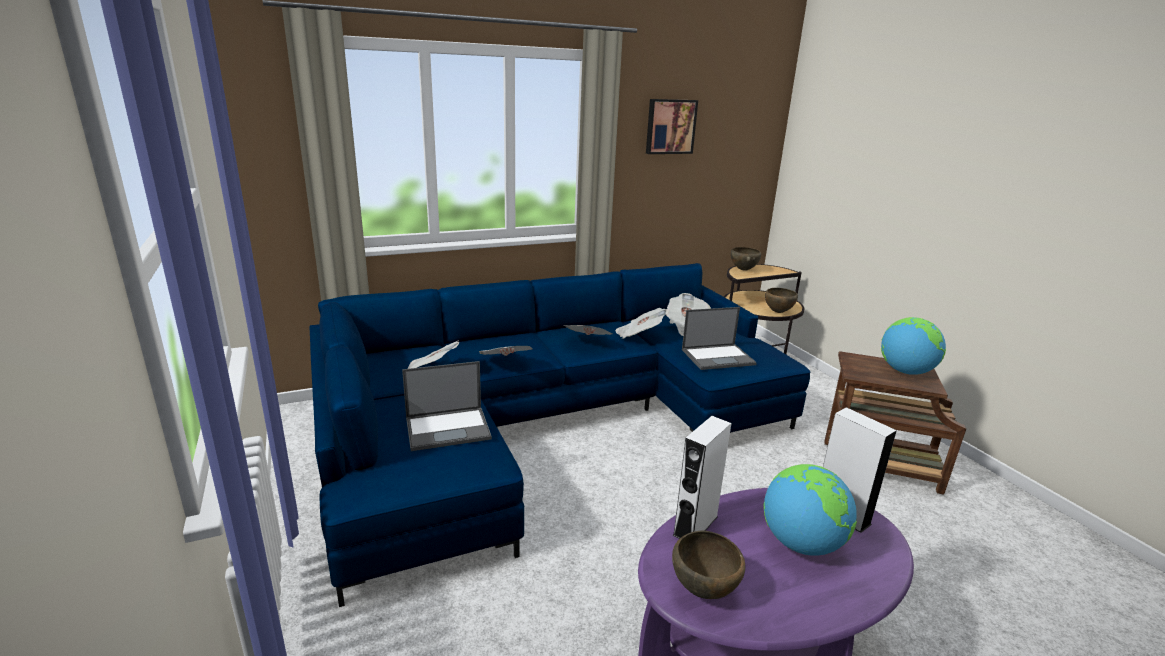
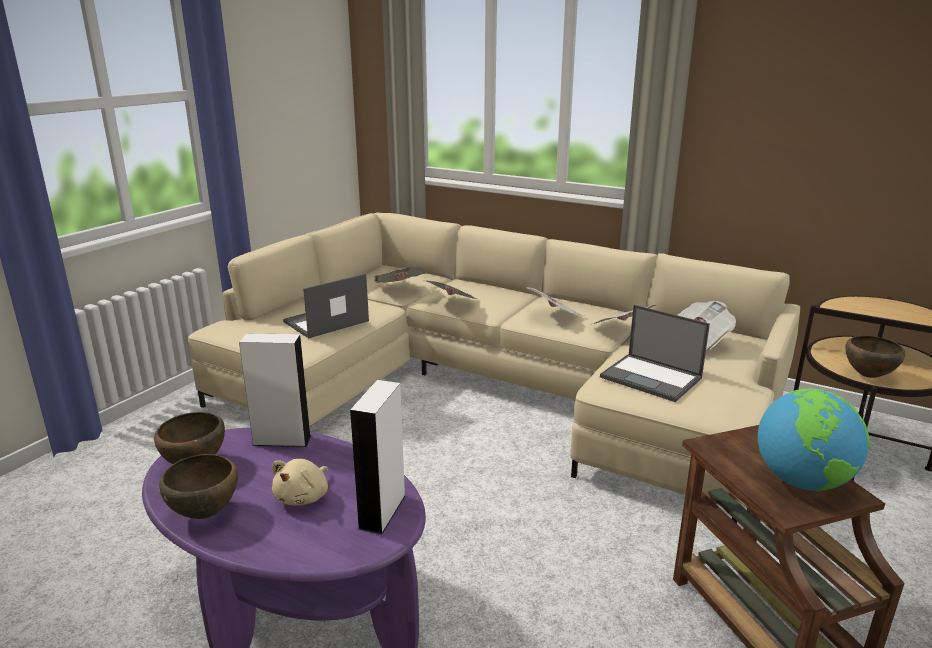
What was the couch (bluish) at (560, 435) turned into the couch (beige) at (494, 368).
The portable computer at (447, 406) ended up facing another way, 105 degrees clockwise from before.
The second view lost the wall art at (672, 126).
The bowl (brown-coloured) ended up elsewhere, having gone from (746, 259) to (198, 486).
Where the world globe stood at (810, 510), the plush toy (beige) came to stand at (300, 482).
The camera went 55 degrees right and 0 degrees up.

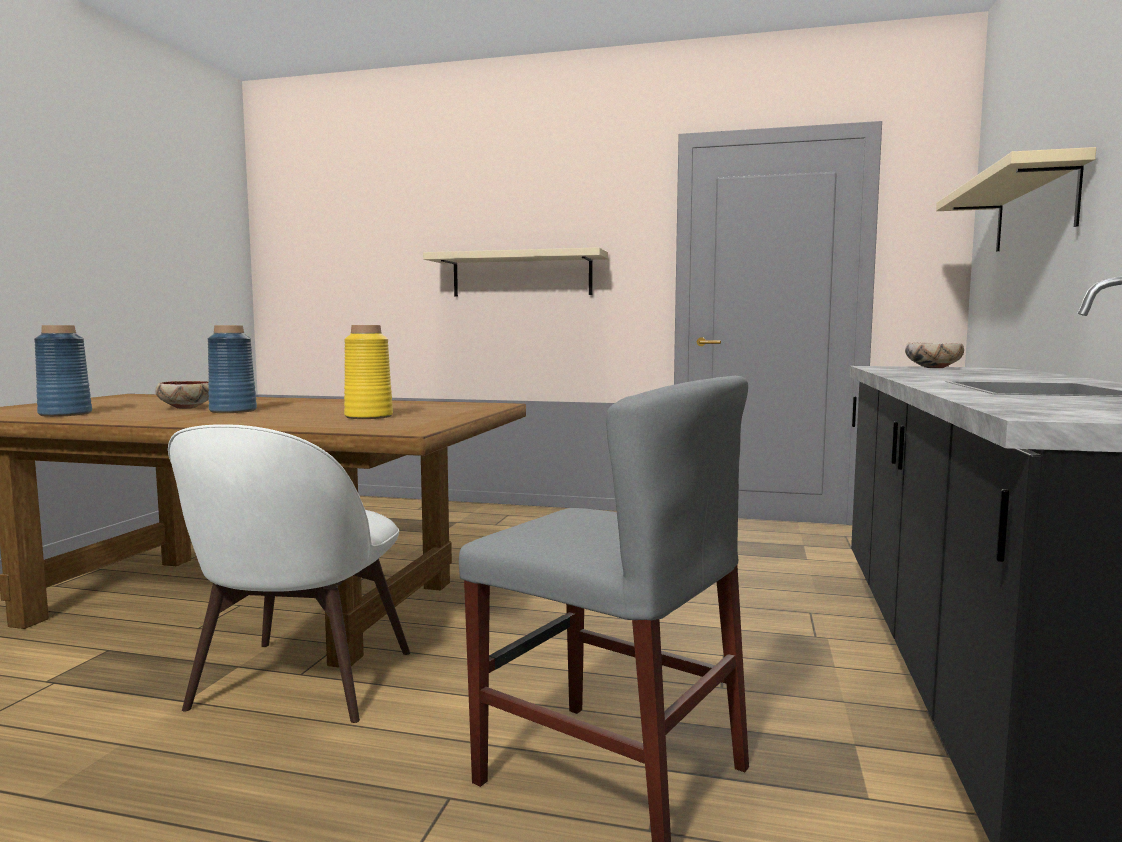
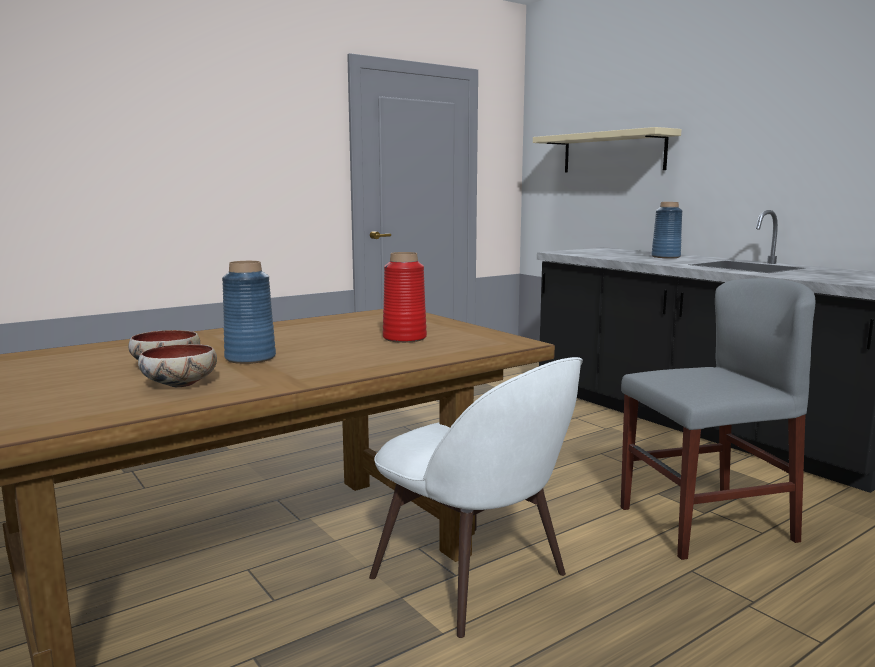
The decorative vase (bluish) ended up elsewhere, having gone from (63, 371) to (666, 230).
What was the decorative vase (yellow-coloured) at (368, 372) turned into the decorative vase (reddish) at (405, 297).
The second view lost the bracket shelf (beige) at (515, 272).
The bowl ended up elsewhere, having gone from (934, 355) to (177, 365).
The camera went 50 degrees left and 5 degrees up.

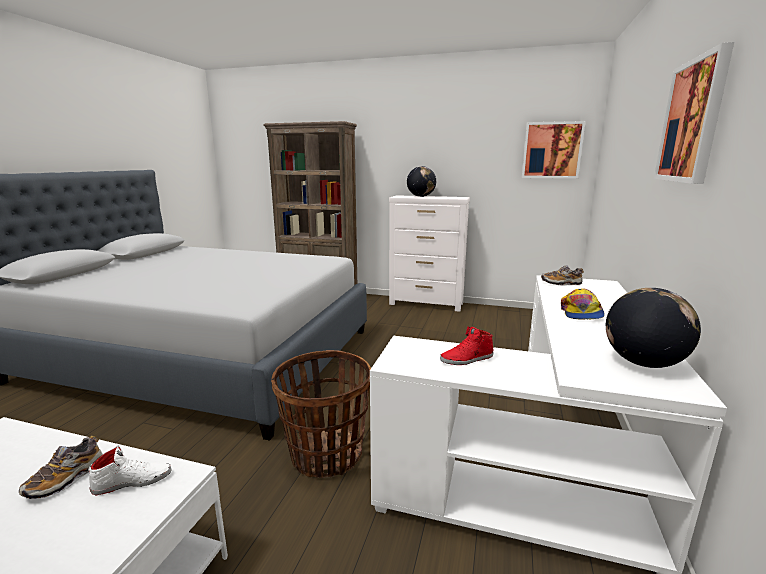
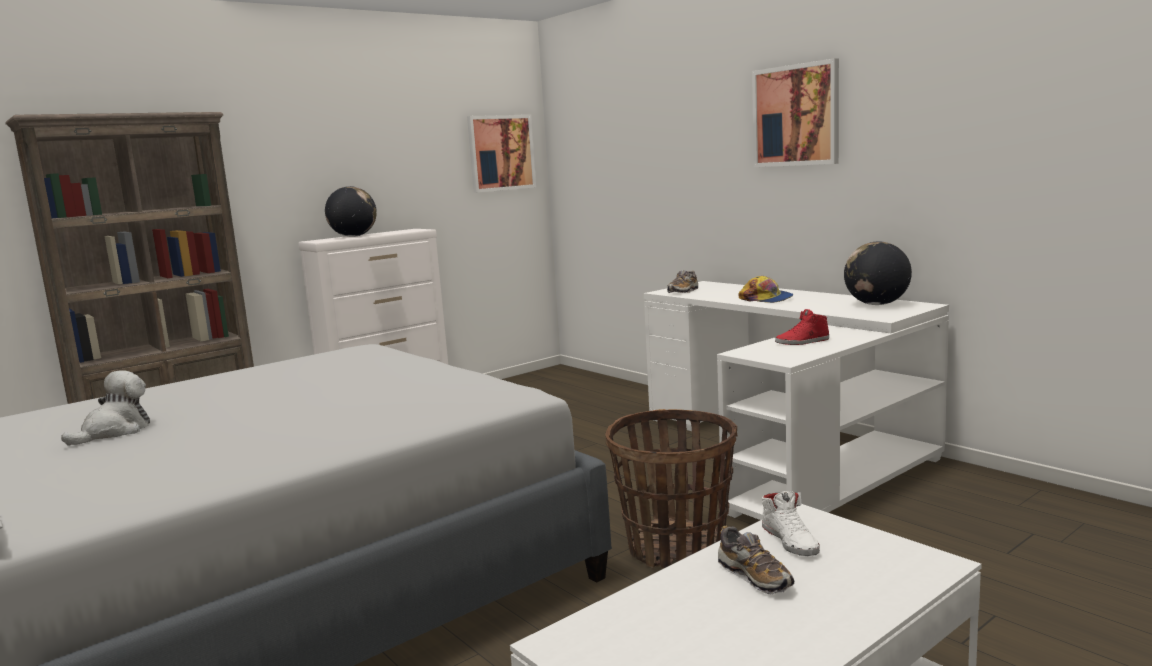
The low shoe (whitish) at (130, 470) ended up facing another way, 150 degrees clockwise from before.
The low shoe (reddish) at (466, 346) ended up facing another way, 60 degrees clockwise from before.
The second view gained the plush toy at (105, 408).
The camera went 55 degrees left and 5 degrees down.

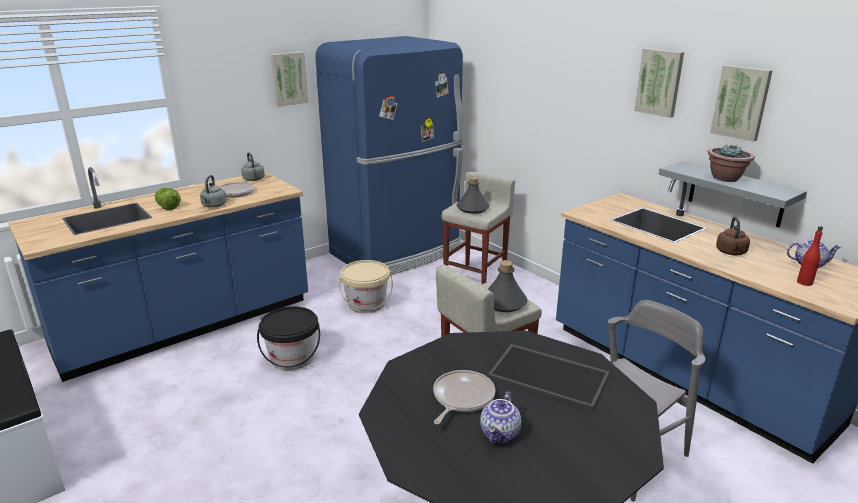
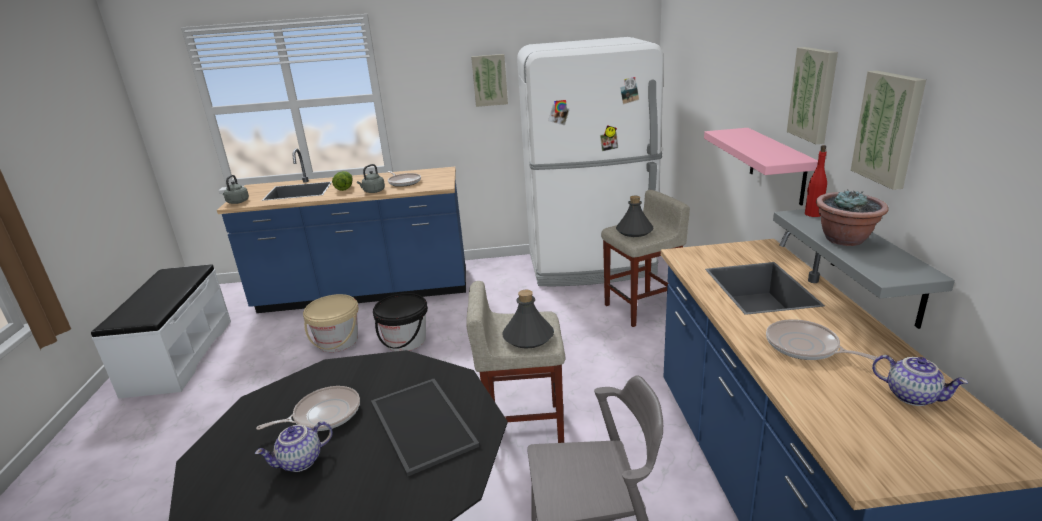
The kettle (grey) ended up elsewhere, having gone from (253, 166) to (236, 189).
What was the kitchen fridge (bluish) at (389, 155) turned into the kitchen fridge (whitish) at (590, 161).
The water bucket (beige) ended up elsewhere, having gone from (366, 286) to (331, 323).
Where the kettle (brown-coloured) stood at (733, 236), the pan came to stand at (822, 339).
The drink bottle (reddish) ended up elsewhere, having gone from (810, 256) to (816, 181).
The second view gained the bracket shelf (pinkish) at (761, 167).
The camera went 35 degrees right and 0 degrees up.

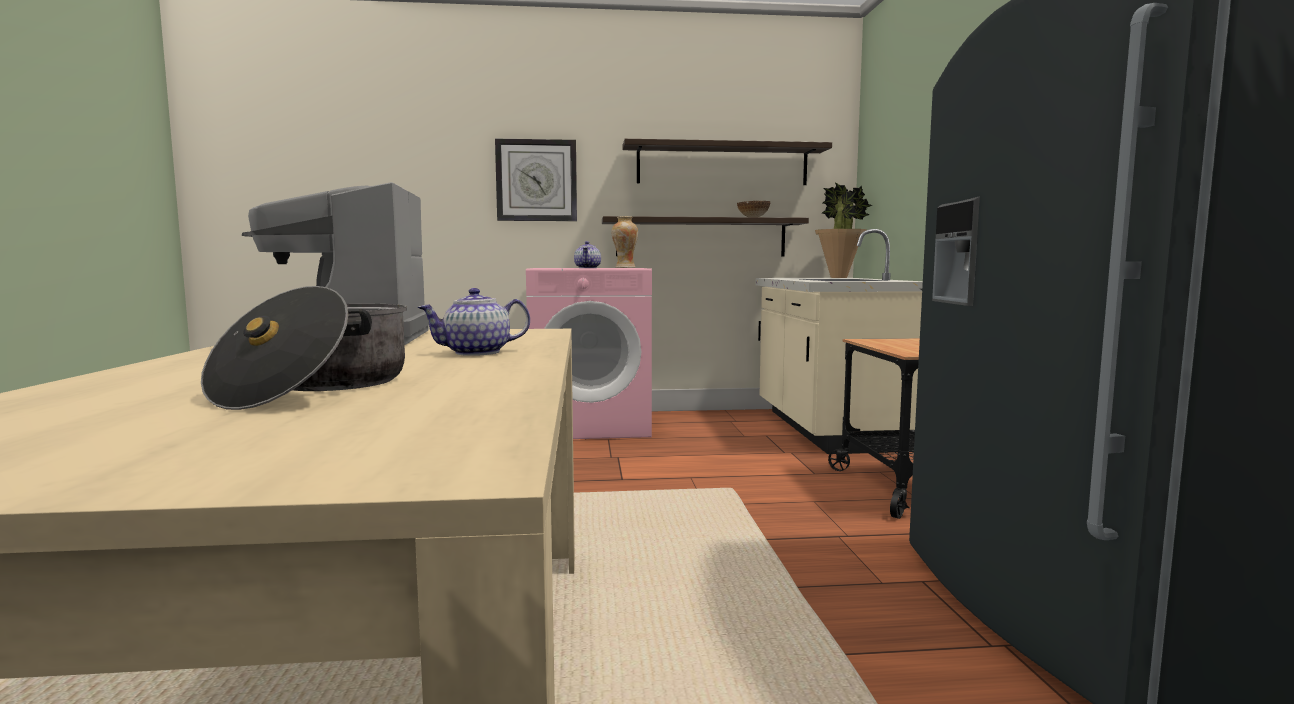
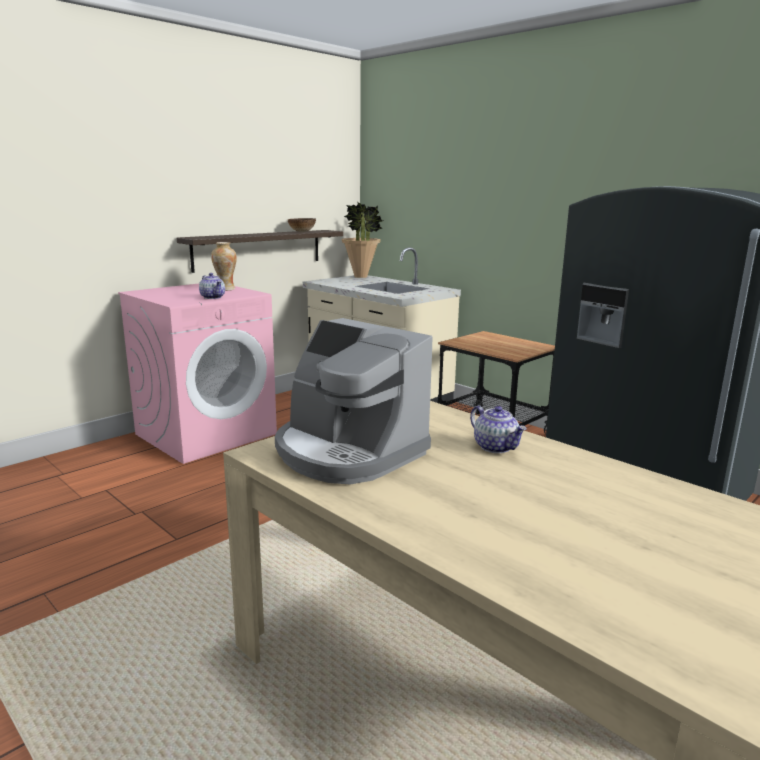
The second view lost the stockpot at (304, 348).
The teapot at (474, 322) ended up facing another way, 60 degrees counterclockwise from before.
The second view lost the clock on the wall at (536, 179).
The second view lost the bracket shelf at (727, 162).
The camera went 40 degrees left and 10 degrees up.

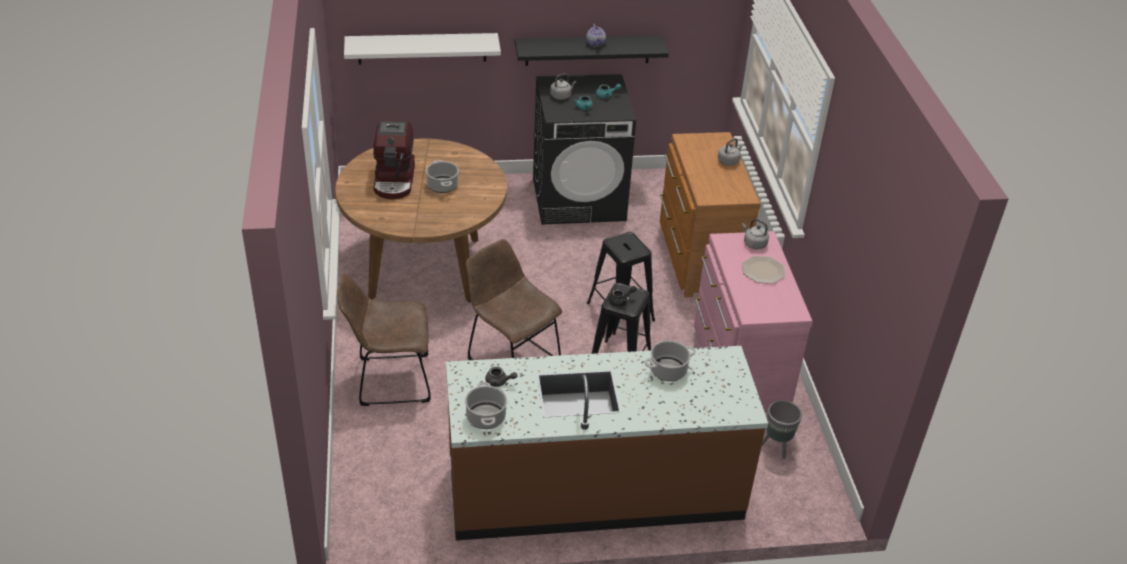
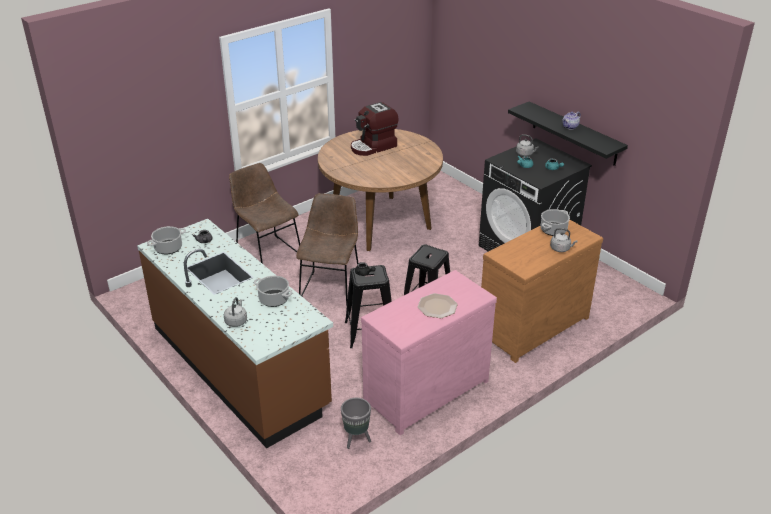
The second view lost the bracket shelf (whitish) at (422, 48).
The stockpot ended up elsewhere, having gone from (442, 176) to (555, 222).
The kettle (grey) ended up elsewhere, having gone from (755, 234) to (235, 312).
The camera went 60 degrees right and 5 degrees down.

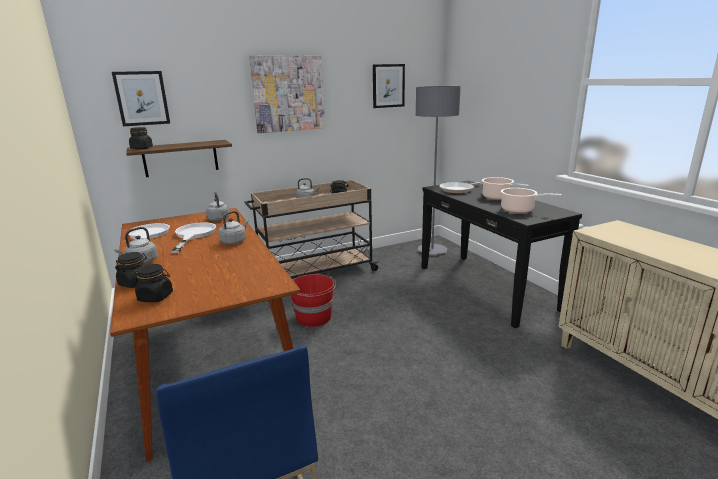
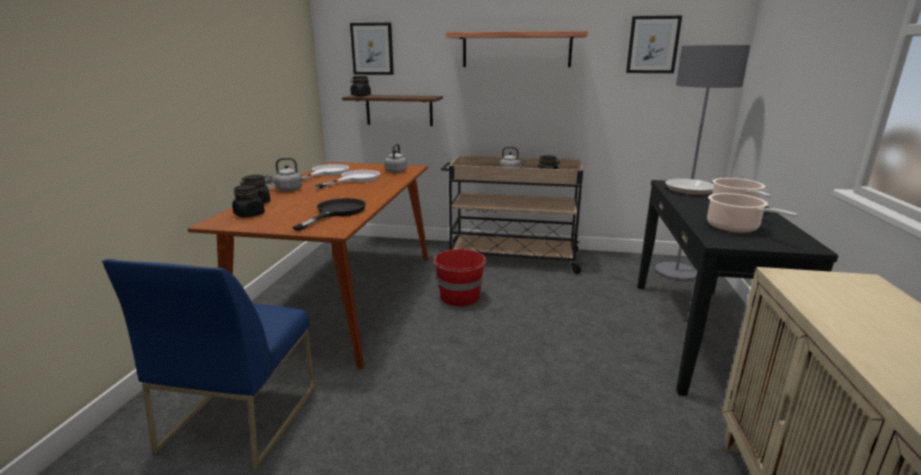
The second view lost the kettle (grey) at (233, 227).
Where the wall art hung at (287, 94), the bracket shelf came to hang at (517, 49).
The second view gained the pan (blackish) at (329, 214).
The camera went 35 degrees right and 0 degrees up.

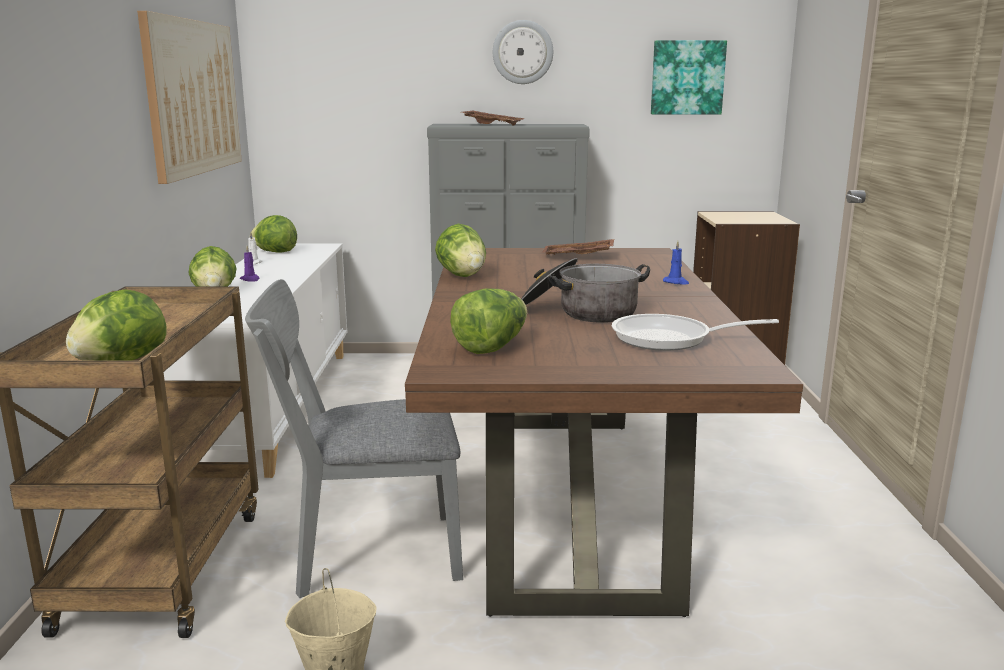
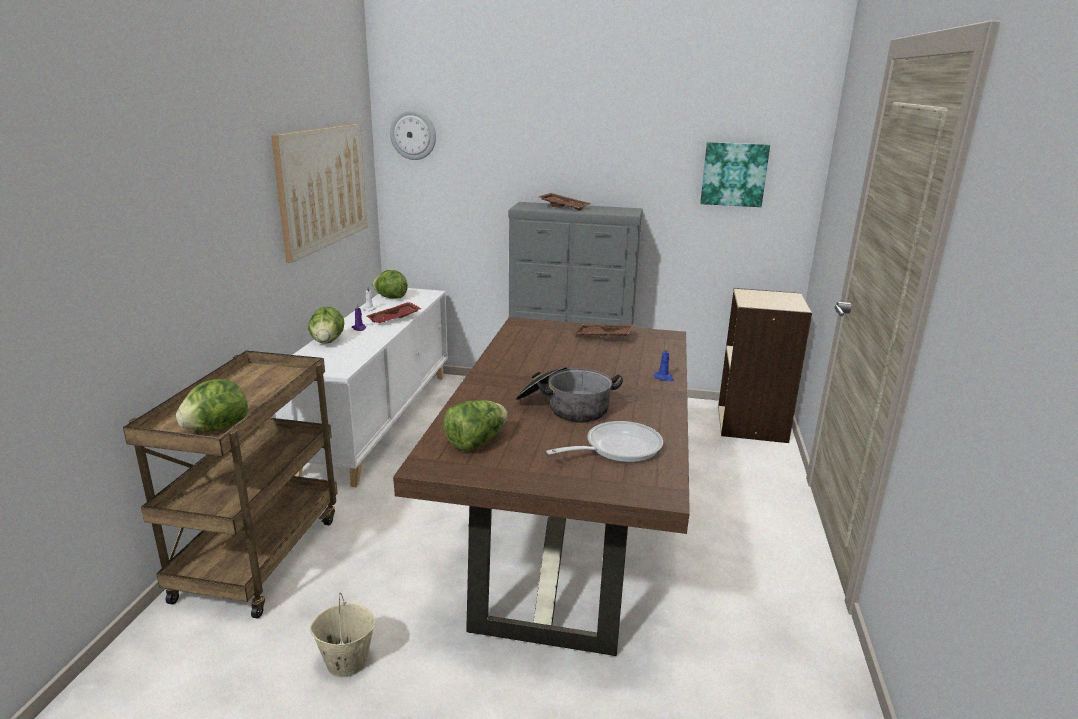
The second view lost the chair (grey) at (354, 438).
The second view lost the head of lettuce at (460, 250).
The clock on the wall ended up elsewhere, having gone from (523, 52) to (413, 134).
The pan at (695, 332) ended up facing another way, 135 degrees clockwise from before.
The second view gained the serving tray (reddish) at (394, 312).
The camera went 10 degrees right and 5 degrees up.

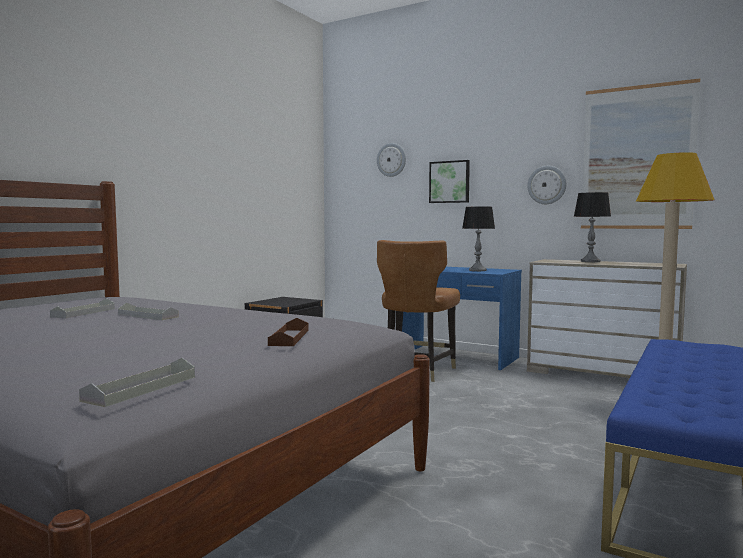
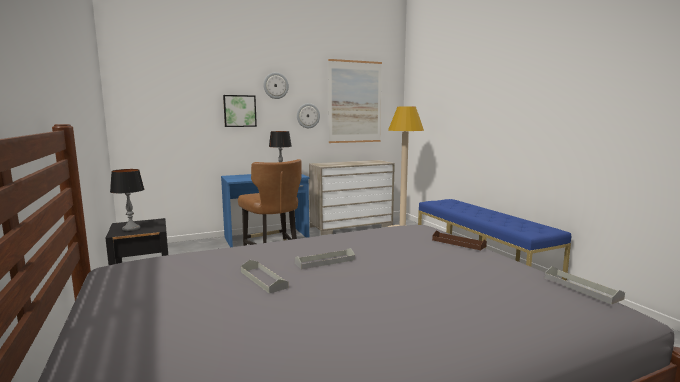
The clock on the wall ended up elsewhere, having gone from (391, 160) to (276, 85).
The table lamp ended up elsewhere, having gone from (592, 227) to (127, 200).
The camera went 55 degrees left and 5 degrees up.

